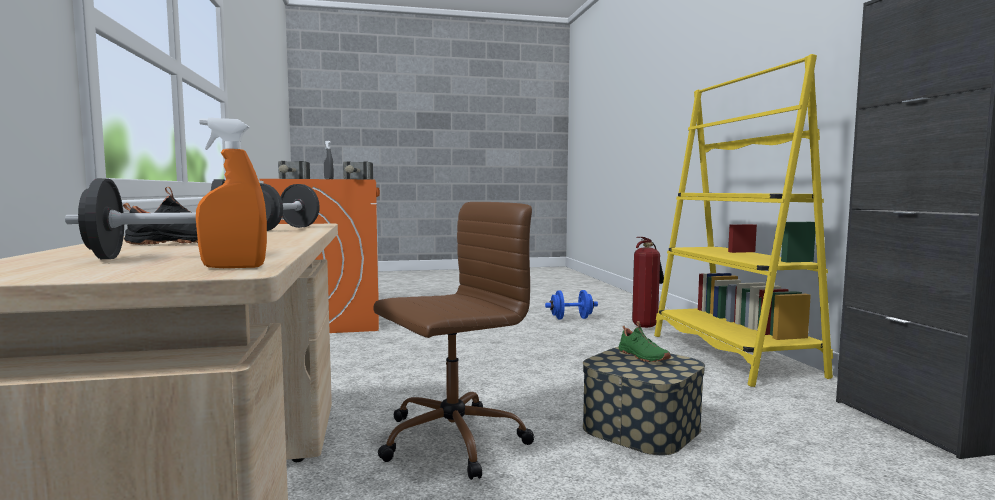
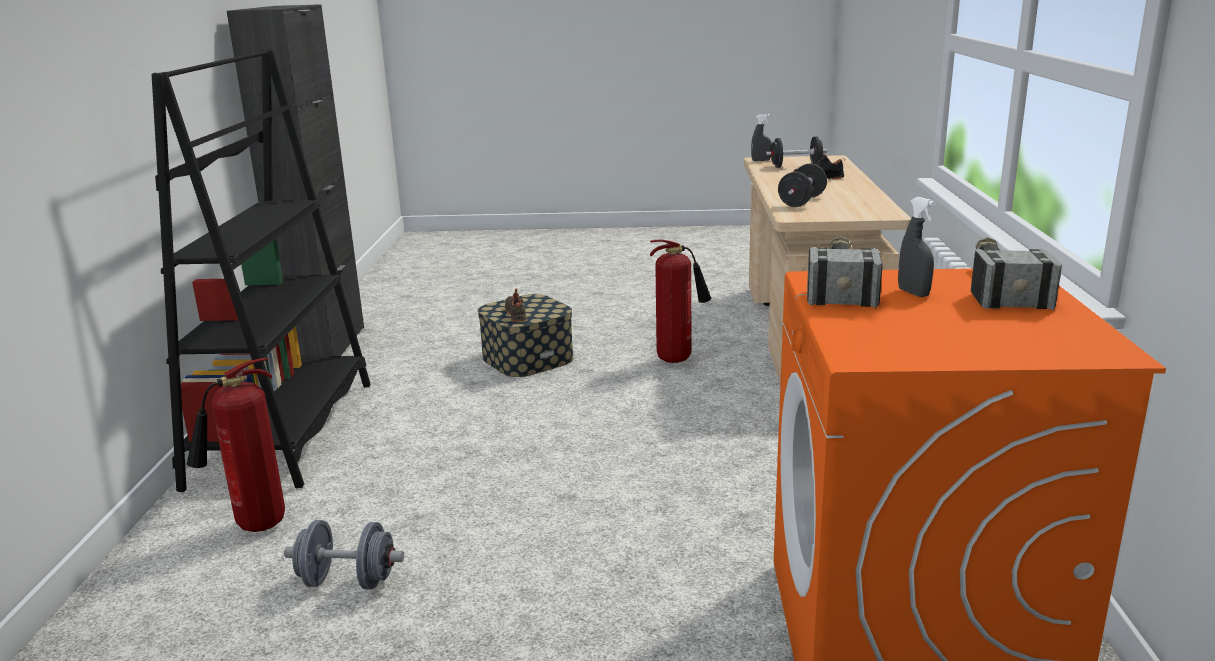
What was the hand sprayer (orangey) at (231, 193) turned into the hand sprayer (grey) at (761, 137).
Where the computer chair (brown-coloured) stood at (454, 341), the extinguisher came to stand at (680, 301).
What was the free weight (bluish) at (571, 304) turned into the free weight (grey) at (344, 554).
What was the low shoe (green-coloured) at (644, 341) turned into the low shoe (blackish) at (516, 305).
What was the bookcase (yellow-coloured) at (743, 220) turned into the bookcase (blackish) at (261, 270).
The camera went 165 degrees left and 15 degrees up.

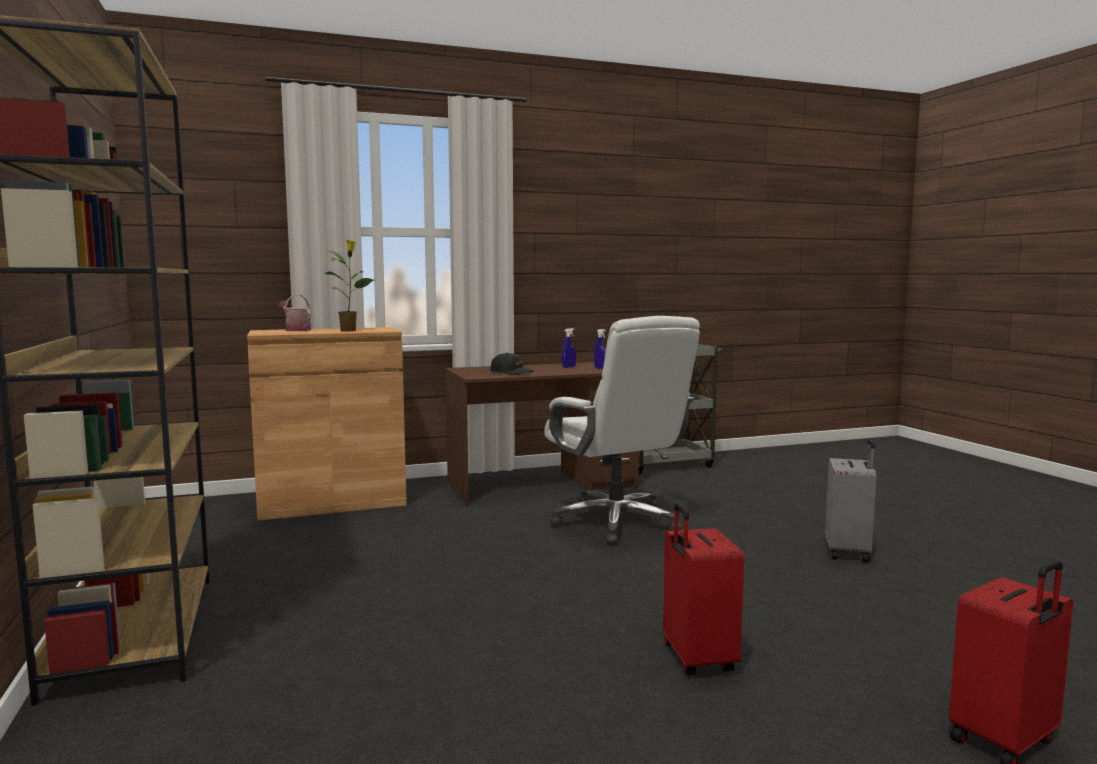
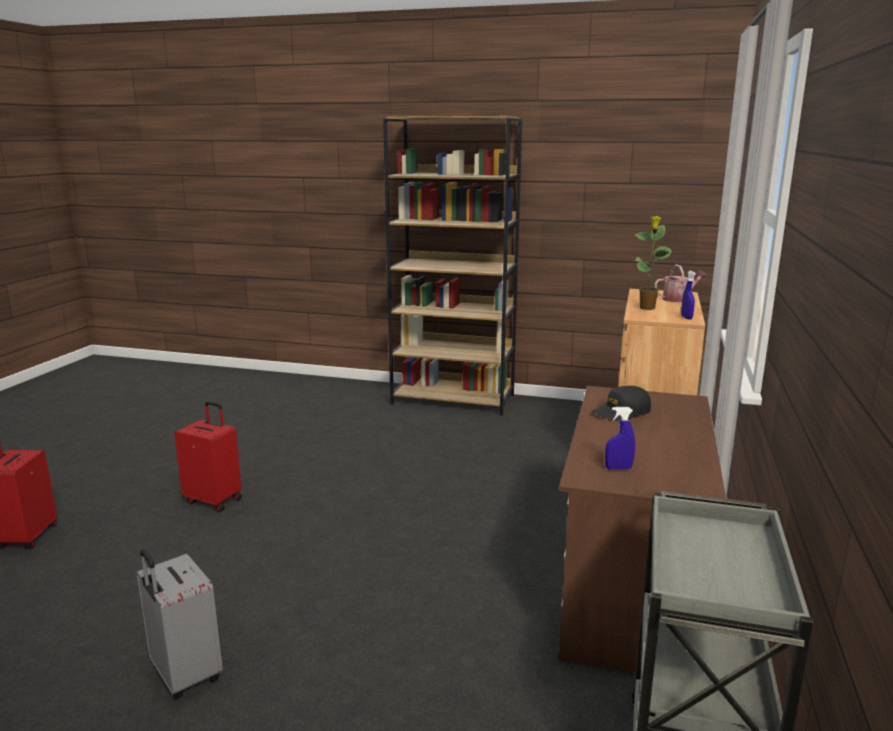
The second view lost the computer chair (whitish) at (622, 430).
The hand sprayer (bluish) ended up elsewhere, having gone from (569, 348) to (688, 295).
The camera went 125 degrees right and 10 degrees up.

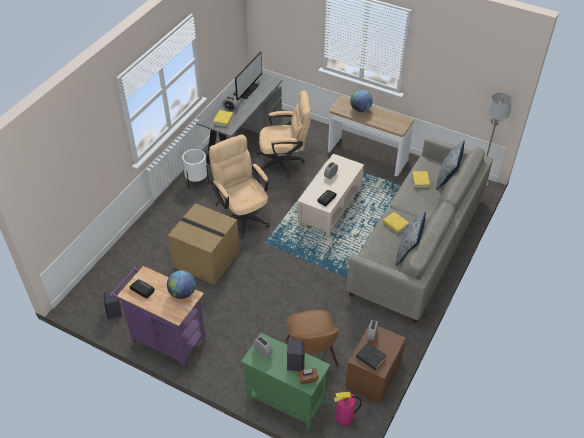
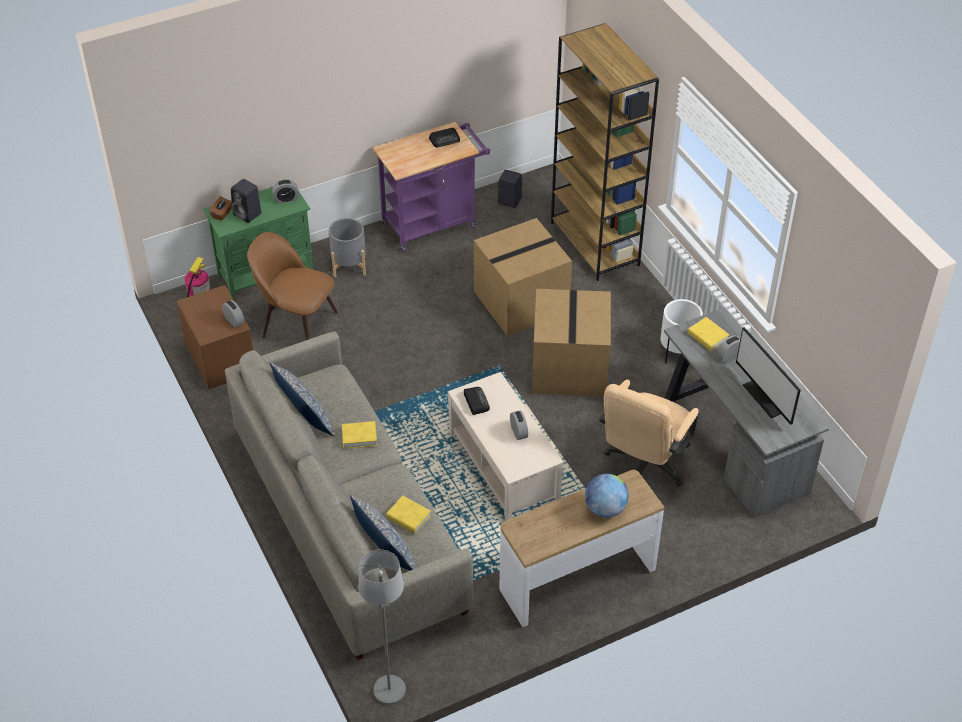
The second view lost the world globe at (181, 284).
Where the computer chair (beige) stood at (239, 186), the cardboard box came to stand at (571, 343).
The second view lost the bound book (blackish) at (371, 356).
The second view gained the flower pot (grey) at (347, 247).
The second view gained the bookcase (brown-coloured) at (605, 152).
The camera went 125 degrees right and 0 degrees up.

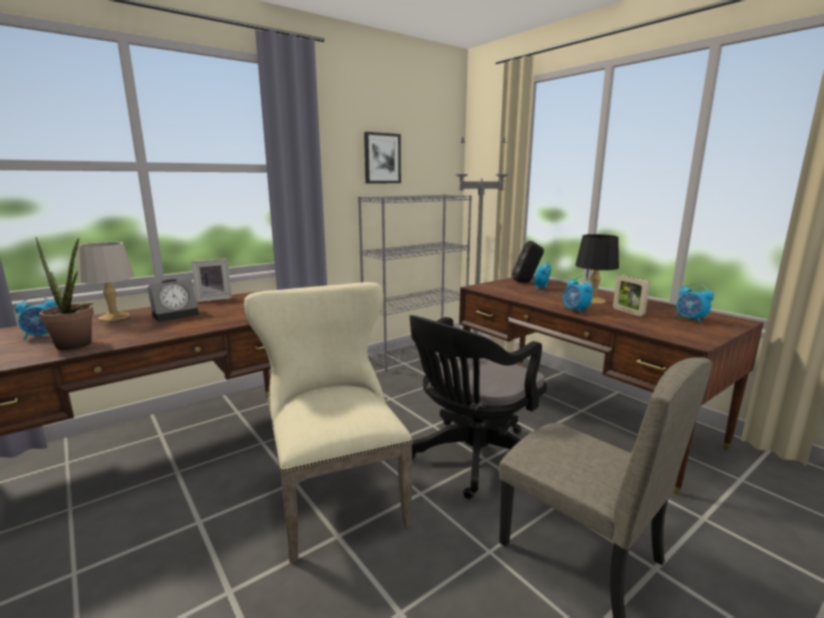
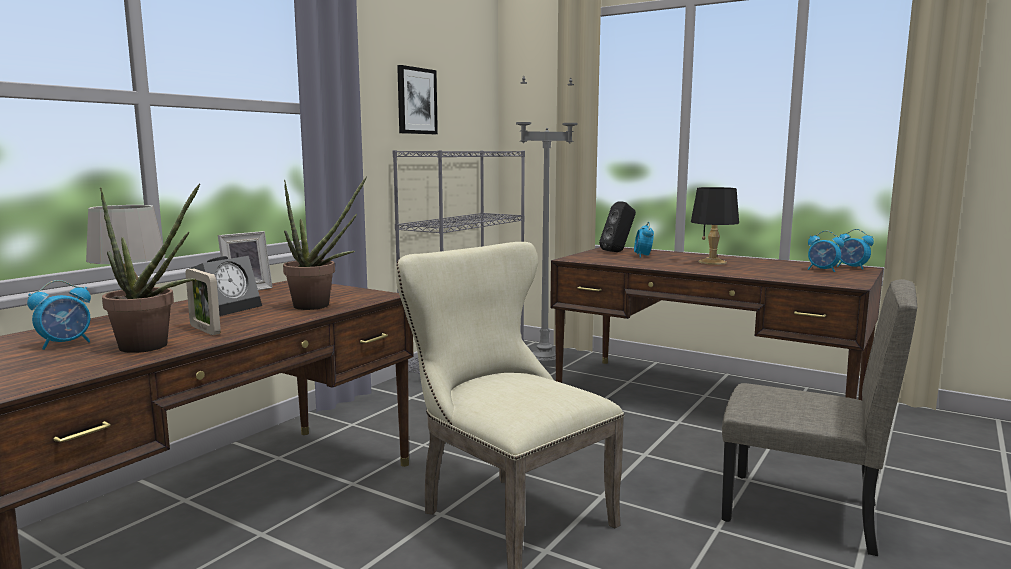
The second view lost the computer chair (blackish) at (478, 407).
The bedside clock ended up elsewhere, having gone from (578, 295) to (855, 249).
The picture frame ended up elsewhere, having gone from (631, 295) to (203, 301).
The second view gained the houseplant at (325, 243).
The camera went 20 degrees left and 5 degrees down.

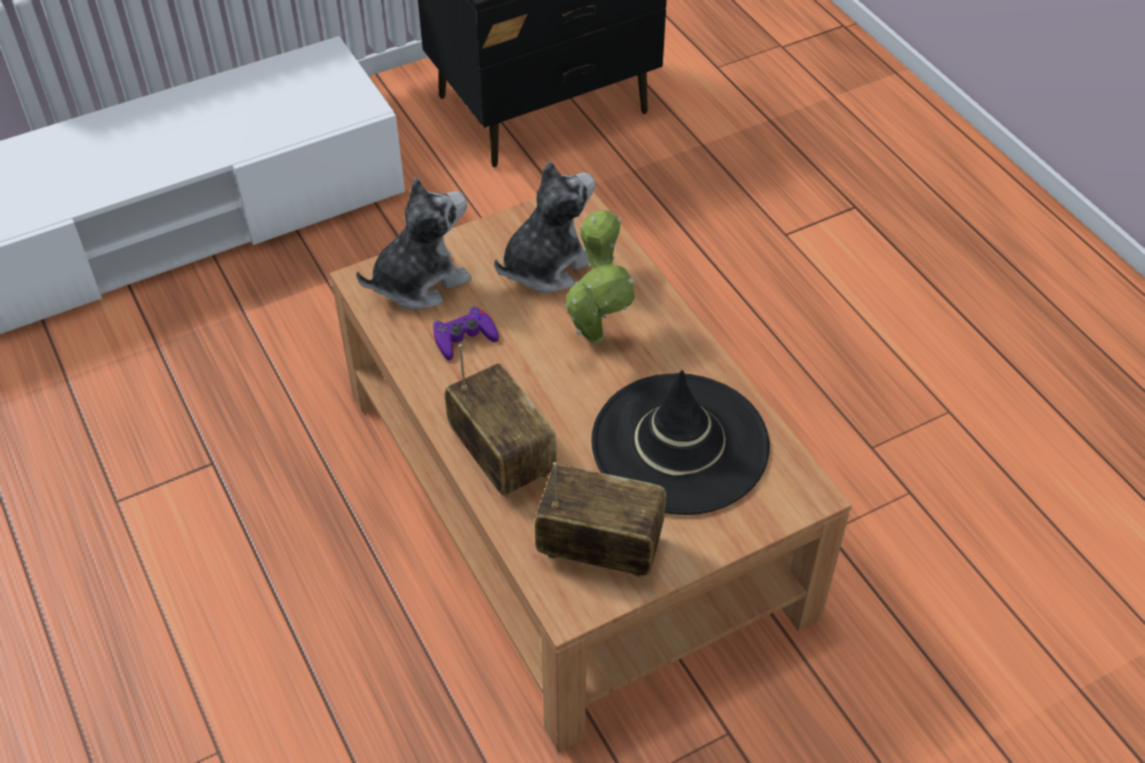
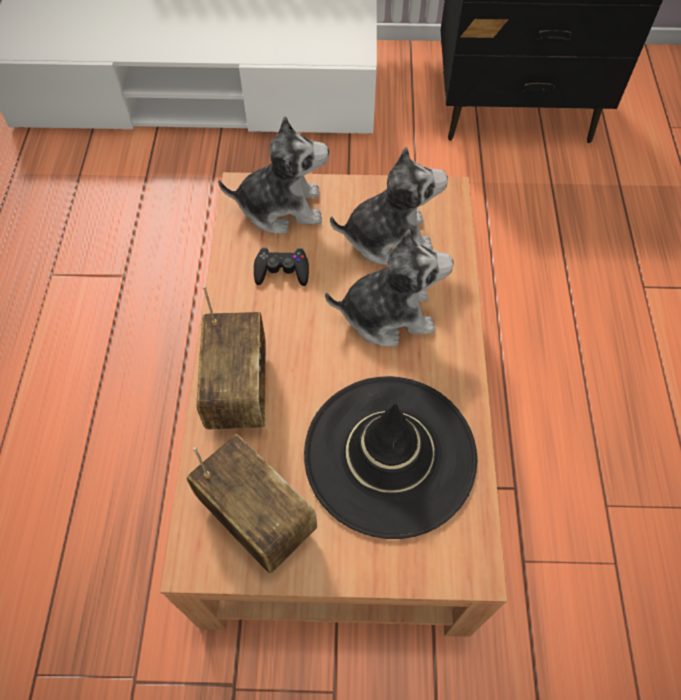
What was the joypad (purple) at (466, 333) turned into the joypad (blackish) at (281, 266).
Where the houseplant stood at (599, 277), the plush toy came to stand at (389, 287).
The camera went 30 degrees right and 10 degrees up.

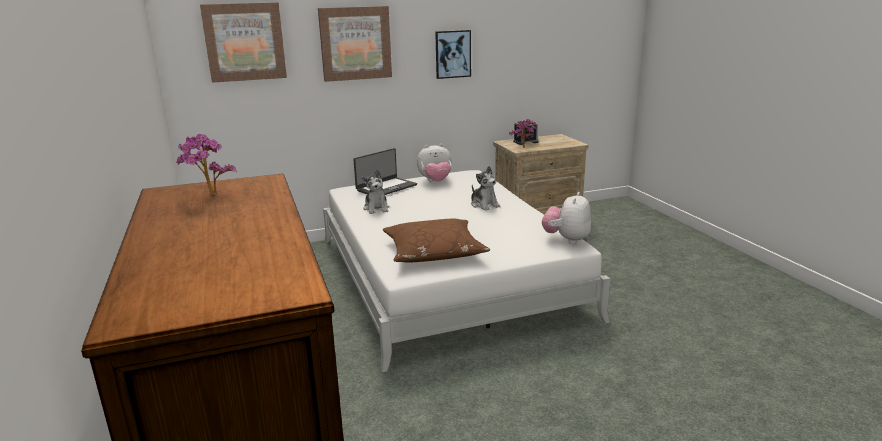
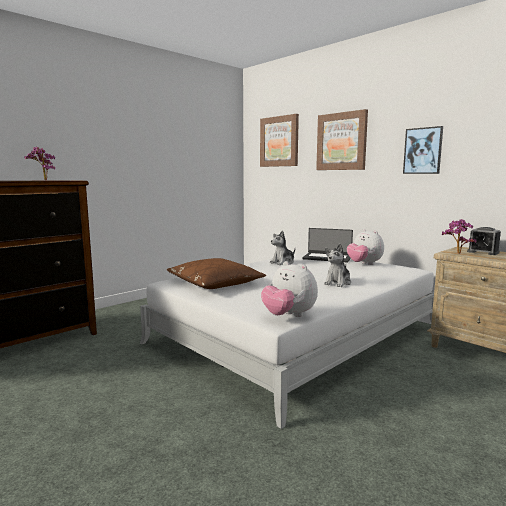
The plush toy at (567, 218) ended up facing another way, 135 degrees counterclockwise from before.
The camera went 65 degrees right and 10 degrees down.

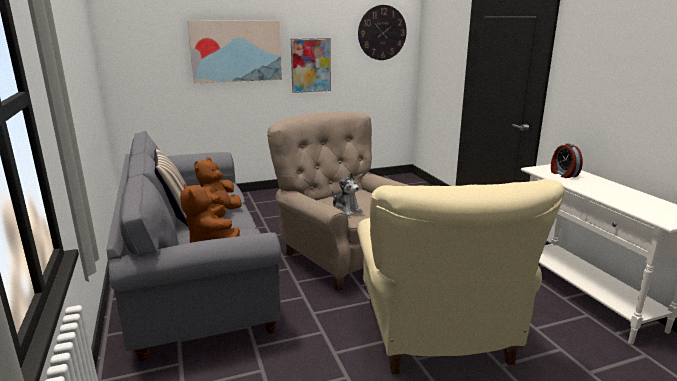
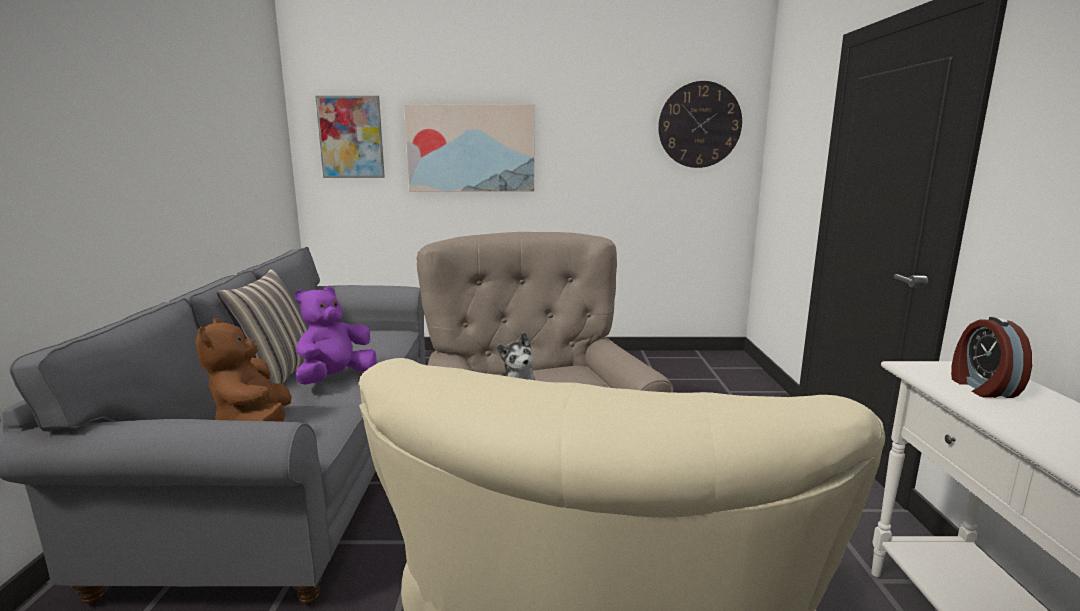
What was the plush toy (brown-coloured) at (218, 187) turned into the plush toy (purple) at (336, 335).
The wall art ended up elsewhere, having gone from (311, 65) to (350, 137).
The camera went 20 degrees right and 5 degrees down.

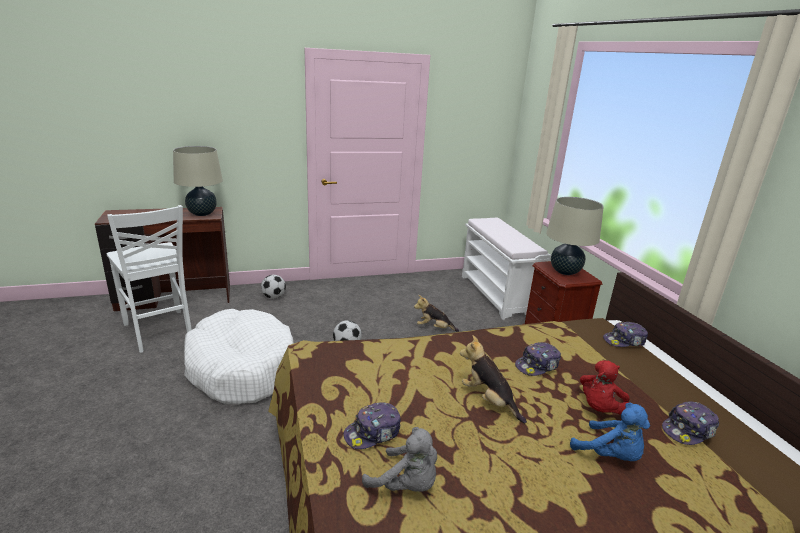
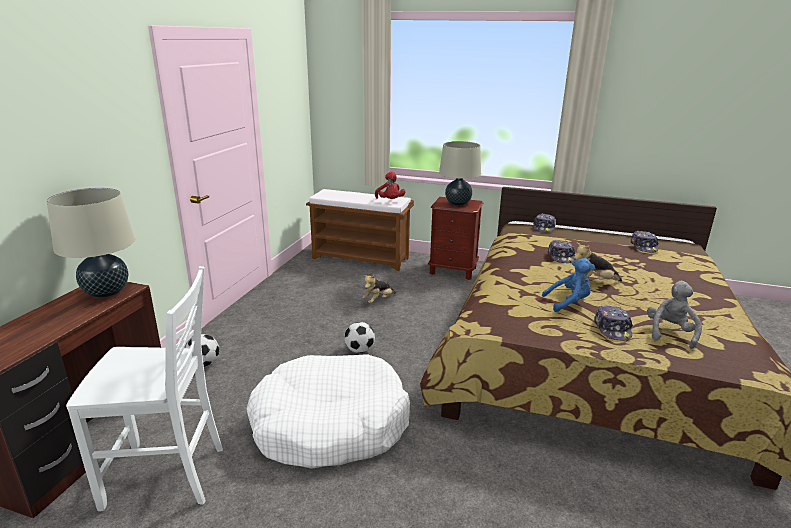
The plush toy (grey) at (399, 459) ended up facing another way, 45 degrees counterclockwise from before.
What was the long seat (whitish) at (506, 269) turned into the long seat (brown-coloured) at (360, 230).
The plush toy (bluish) ended up elsewhere, having gone from (610, 432) to (568, 285).
The plush toy (reddish) ended up elsewhere, having gone from (605, 388) to (390, 185).
The camera went 55 degrees left and 0 degrees up.

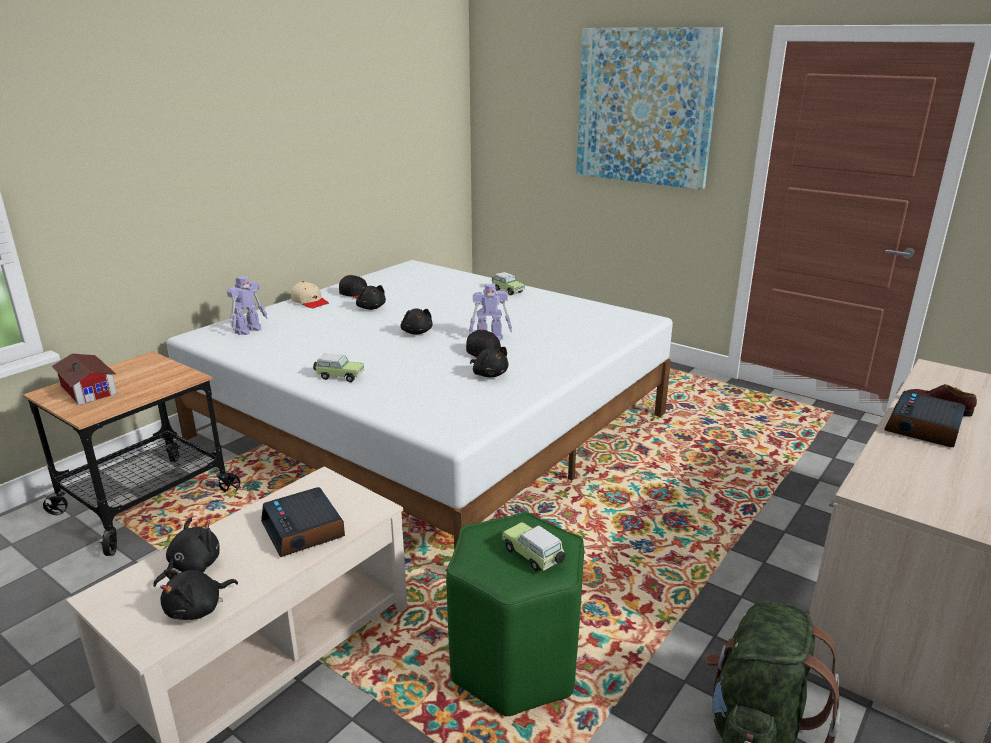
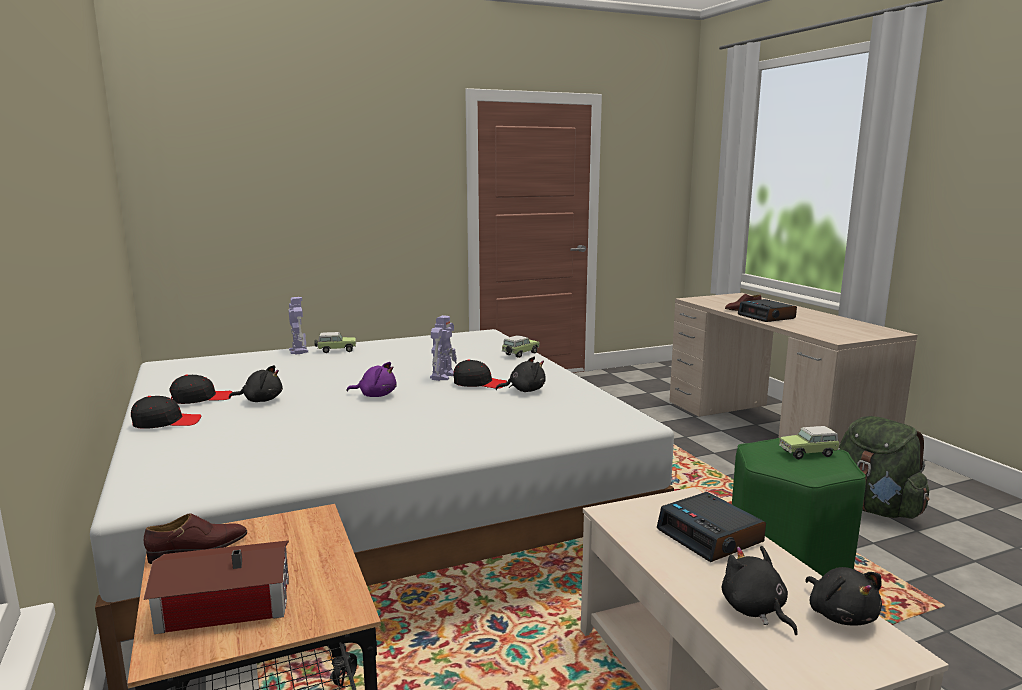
The model robot ended up elsewhere, having gone from (247, 305) to (298, 326).
The bedside clock at (303, 522) ended up facing another way, 60 degrees clockwise from before.
What was the baseball cap (beige) at (310, 294) turned into the baseball cap (blackish) at (166, 412).
The miniature car ended up elsewhere, having gone from (338, 367) to (520, 346).
What was the plush toy (blackish) at (416, 322) turned into the plush toy (purple) at (371, 379).
The second view lost the wall art at (649, 108).
The second view gained the low shoe (brown-coloured) at (195, 538).
The camera went 60 degrees left and 10 degrees down.

